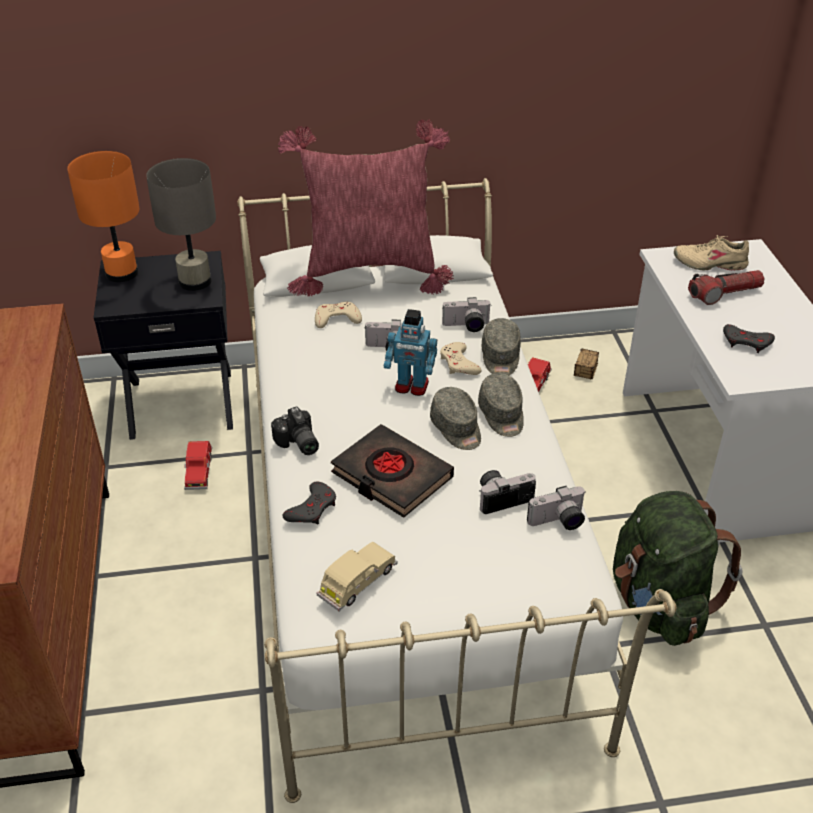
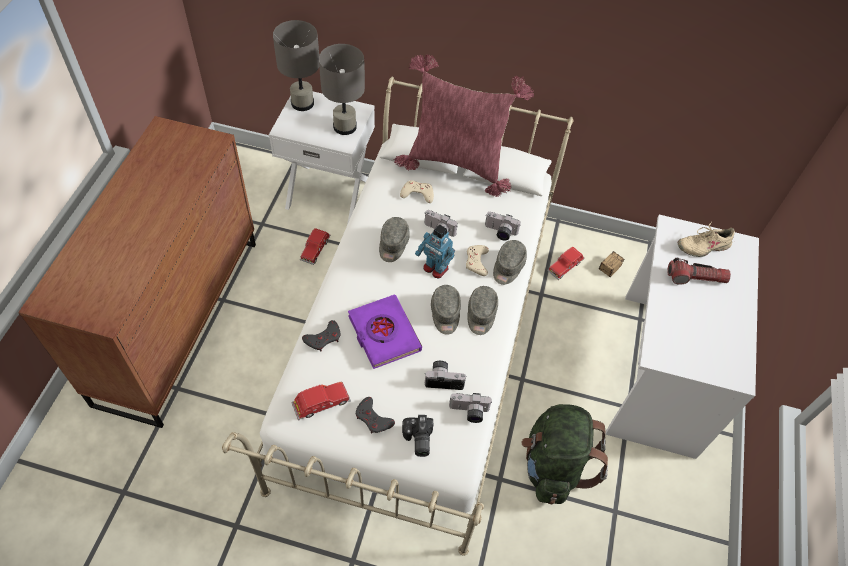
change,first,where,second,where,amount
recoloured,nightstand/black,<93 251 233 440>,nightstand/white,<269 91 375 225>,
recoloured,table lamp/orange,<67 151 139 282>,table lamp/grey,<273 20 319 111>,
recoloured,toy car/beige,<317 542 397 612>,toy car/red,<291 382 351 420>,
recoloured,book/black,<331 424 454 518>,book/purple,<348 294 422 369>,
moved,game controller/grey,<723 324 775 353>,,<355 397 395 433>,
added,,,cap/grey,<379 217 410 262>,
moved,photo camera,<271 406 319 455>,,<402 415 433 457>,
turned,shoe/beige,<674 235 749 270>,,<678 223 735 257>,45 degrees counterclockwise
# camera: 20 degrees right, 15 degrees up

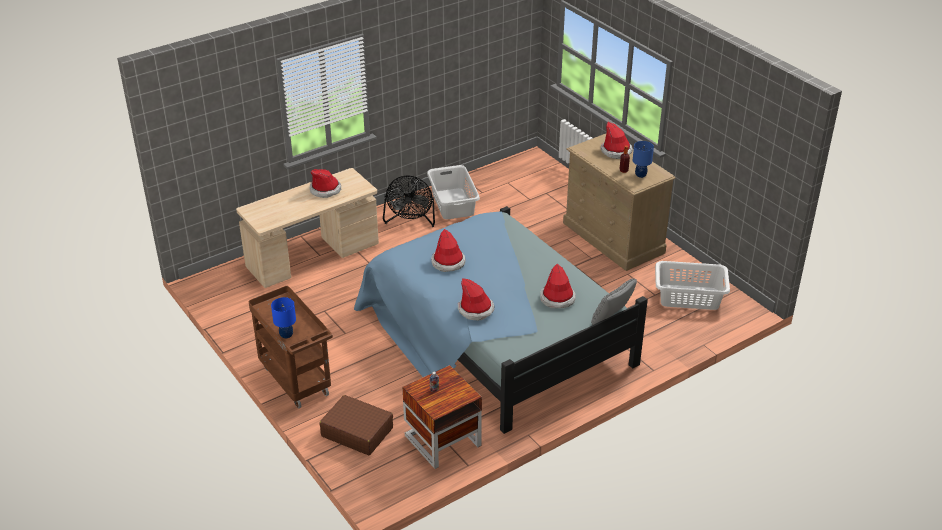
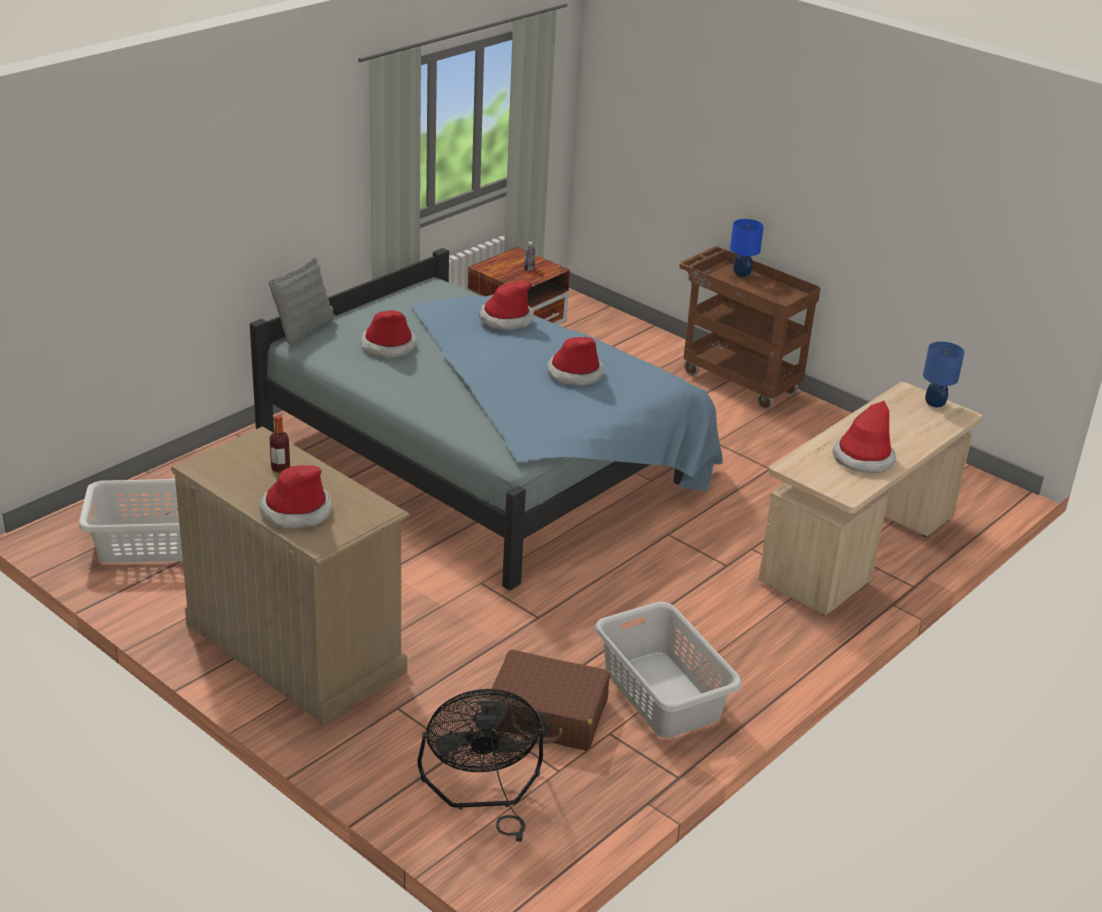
change,first,where,second,where,amount
moved,fan/black,<383 176 435 227>,,<417 689 545 842>,
moved,suitcase/brown,<320 395 393 455>,,<487 649 610 751>,
moved,table lamp/blue,<633 141 654 178>,,<923 341 964 407>,
# camera: 165 degrees right, 5 degrees down

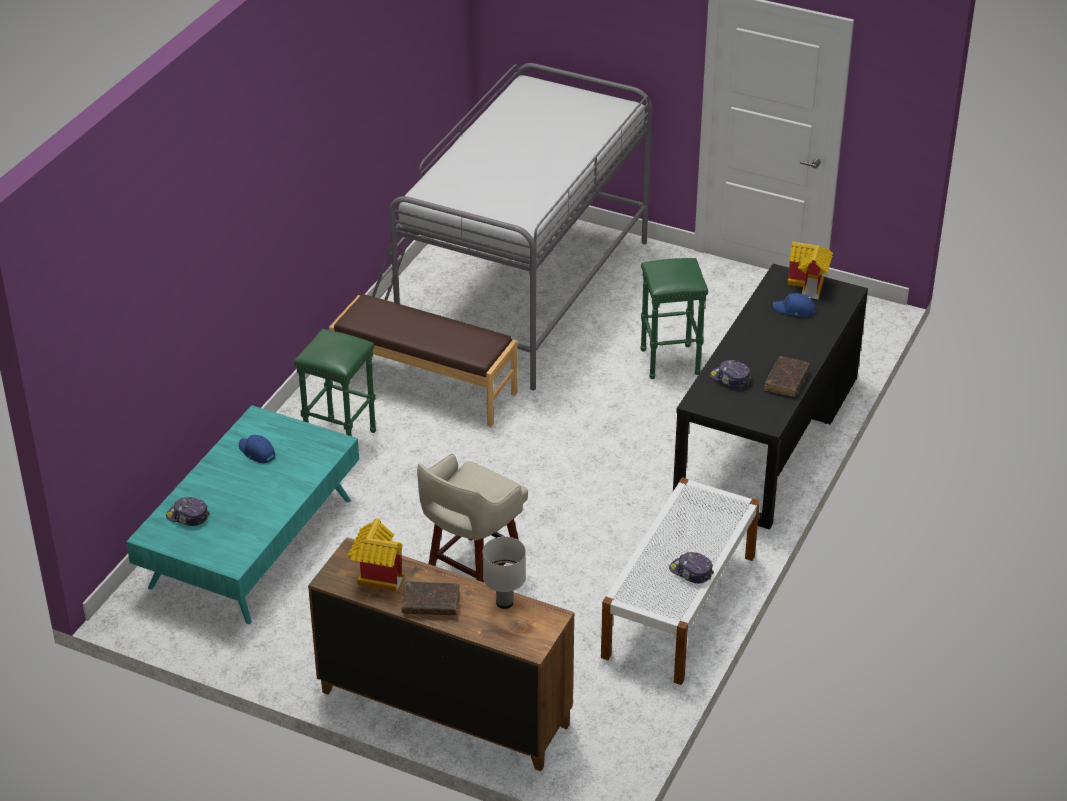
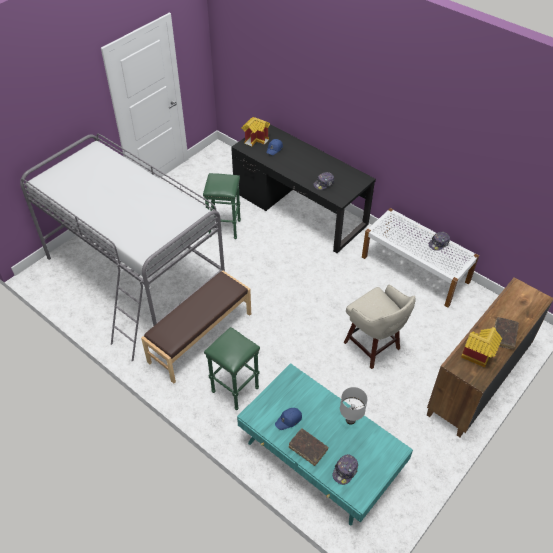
change,first,where,second,where,amount
moved,book/brown,<764 356 810 397>,,<289 428 328 466>,
moved,table lamp/white,<483 537 526 609>,,<340 387 368 425>,
# camera: 75 degrees left, 10 degrees up

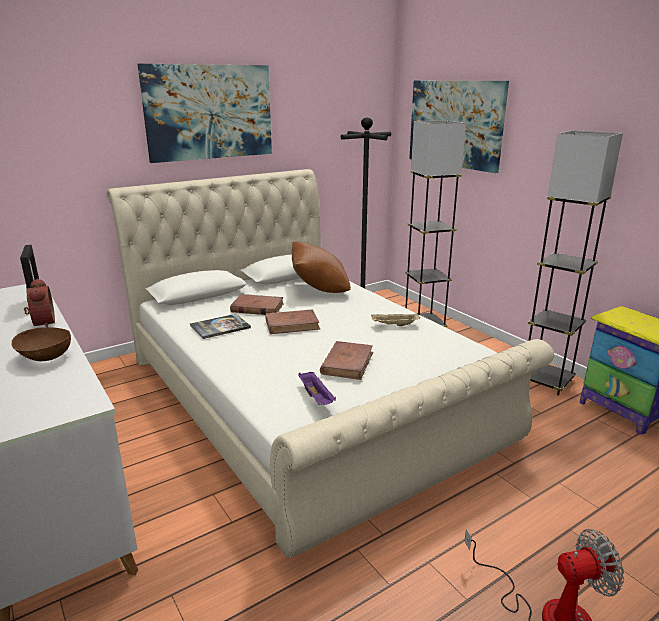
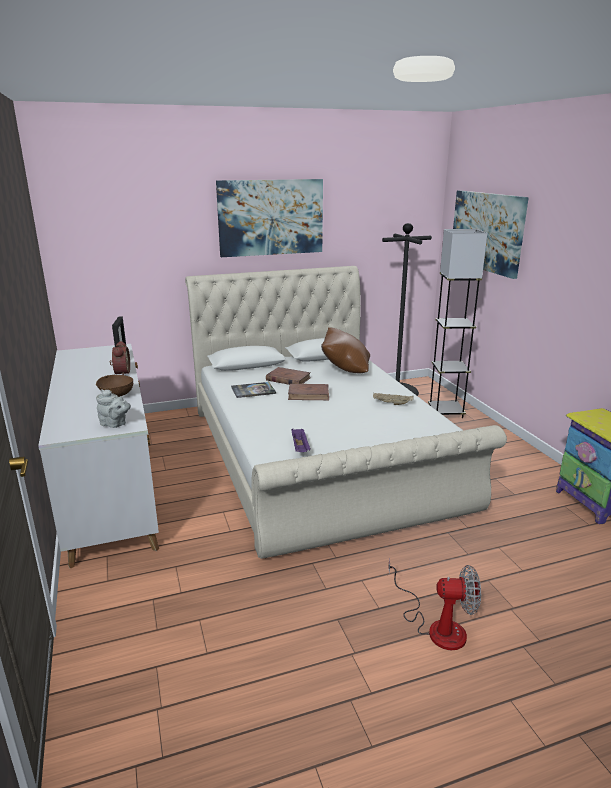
change,first,where,second,where,amount
added,,,teapot/grey,<96 389 131 428>,
removed,book/brown,<320 341 373 380>,,,
removed,floor lamp/grey,<528 130 623 395>,,,
# camera: 15 degrees right, 0 degrees up

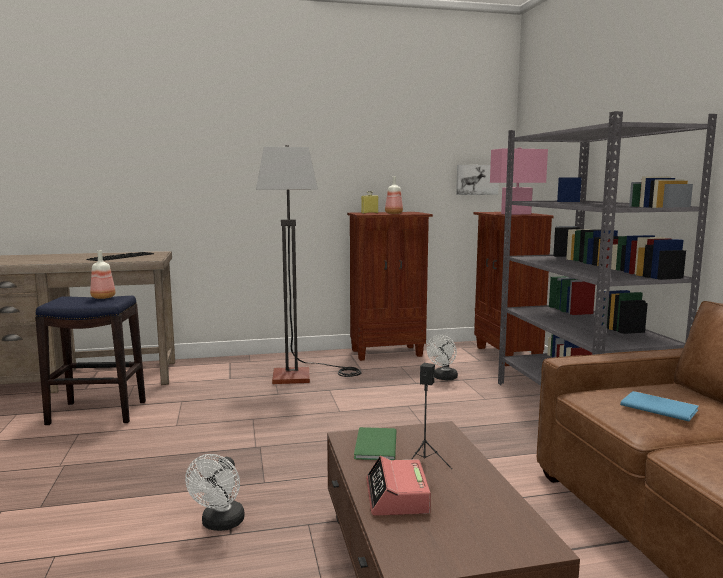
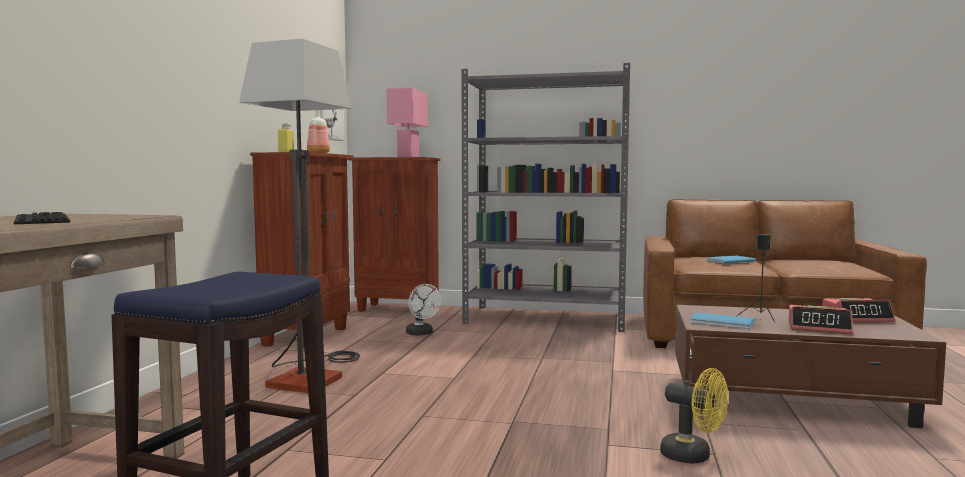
change,first,where,second,where,amount
recoloured,fan/white,<185 454 245 531>,fan/yellow,<660 368 728 464>,
recoloured,book/green,<354 427 396 460>,book/blue,<690 312 755 329>,
added,,,alarm clock,<823 298 895 322>,
removed,bottle,<90 251 116 299>,,,
# camera: 65 degrees left, 5 degrees down

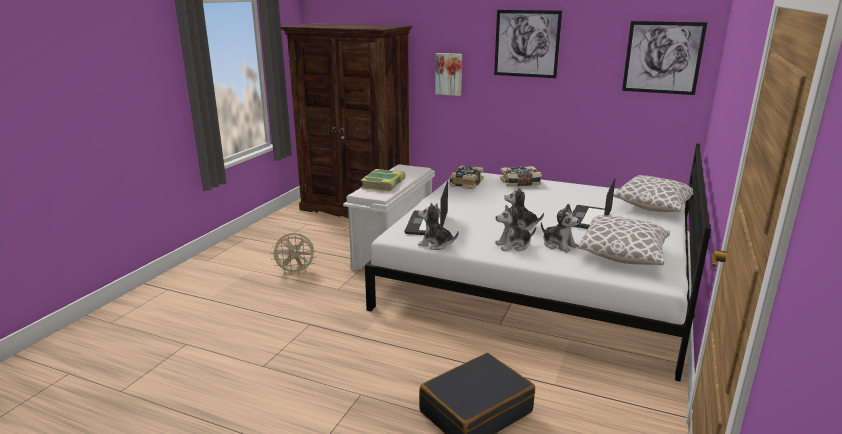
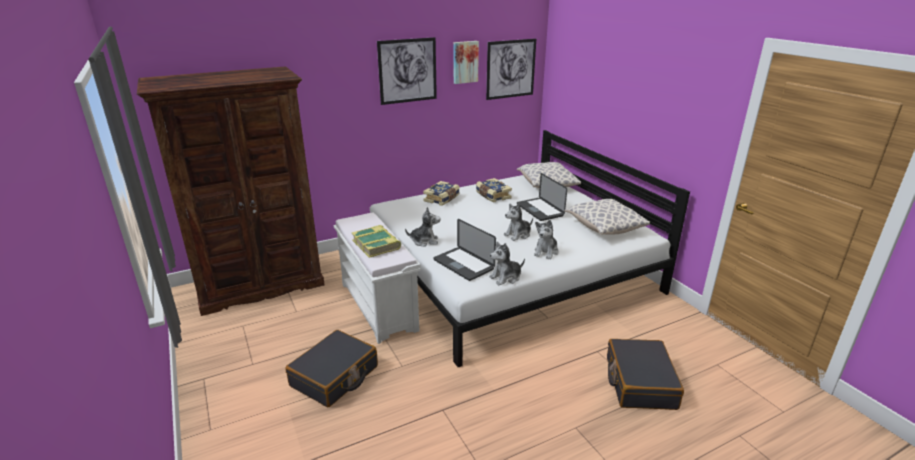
change,first,where,second,where,amount
replaced,fan/beige,<271 233 316 275>,suitcase/black,<285 330 378 407>,
moved,plush toy,<541 203 579 252>,,<405 207 441 246>,
moved,picture,<435 53 462 96>,,<454 41 479 84>,
moved,book,<449 165 484 189>,,<476 178 512 203>,
# camera: 50 degrees left, 5 degrees up

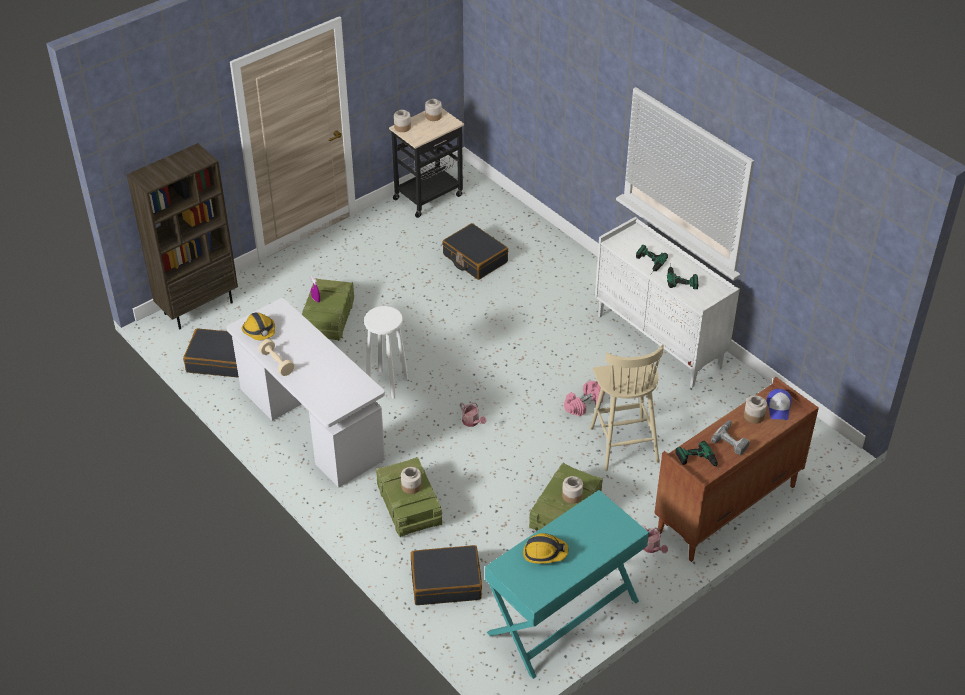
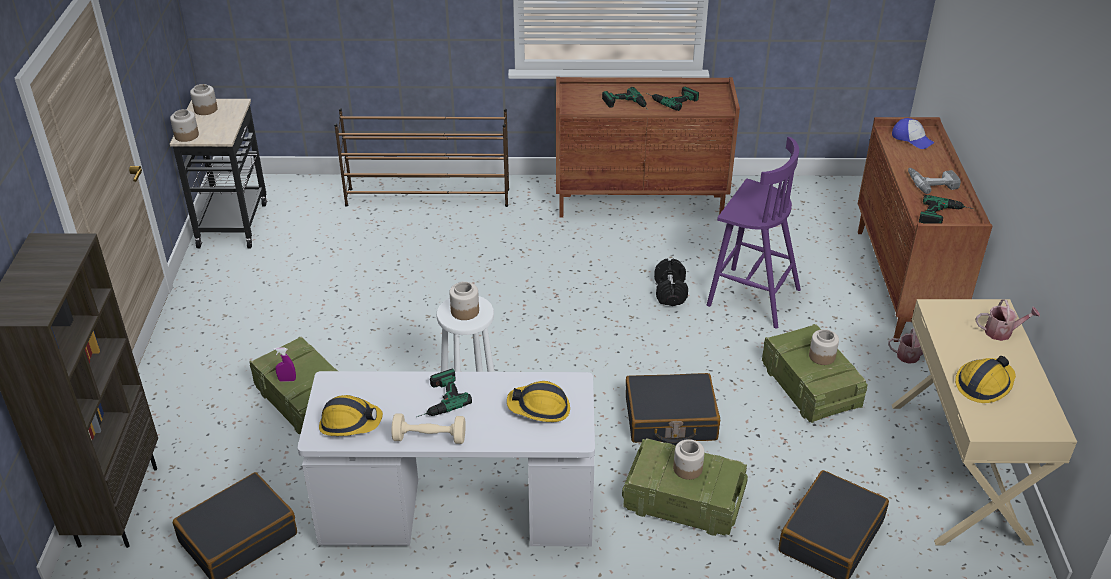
change,first,where,second,where,amount
added,,,shoe rack/brown,<334 108 509 207>,
added,,,power drill,<416 369 472 417>,
moved,jar,<744 396 767 424>,,<449 282 479 320>,
added,,,hard hat,<507 381 570 422>,
recoloured,cabinet/white,<595 217 740 388>,cabinet/brown,<556 77 740 218>,
moved,suitcase/black,<442 223 508 280>,,<626 373 720 445>,
recoloured,dumbbell/pink,<564 381 605 416>,dumbbell/black,<654 259 688 306>,
recoloured,stool/beige,<590 344 664 471>,stool/purple,<707 137 801 329>,
recoloured,desk/turquoise,<485 490 649 679>,desk/beige,<892 299 1077 545>,
moved,watering can,<460 402 486 427>,,<975 300 1040 341>,
# camera: 50 degrees left, 5 degrees down

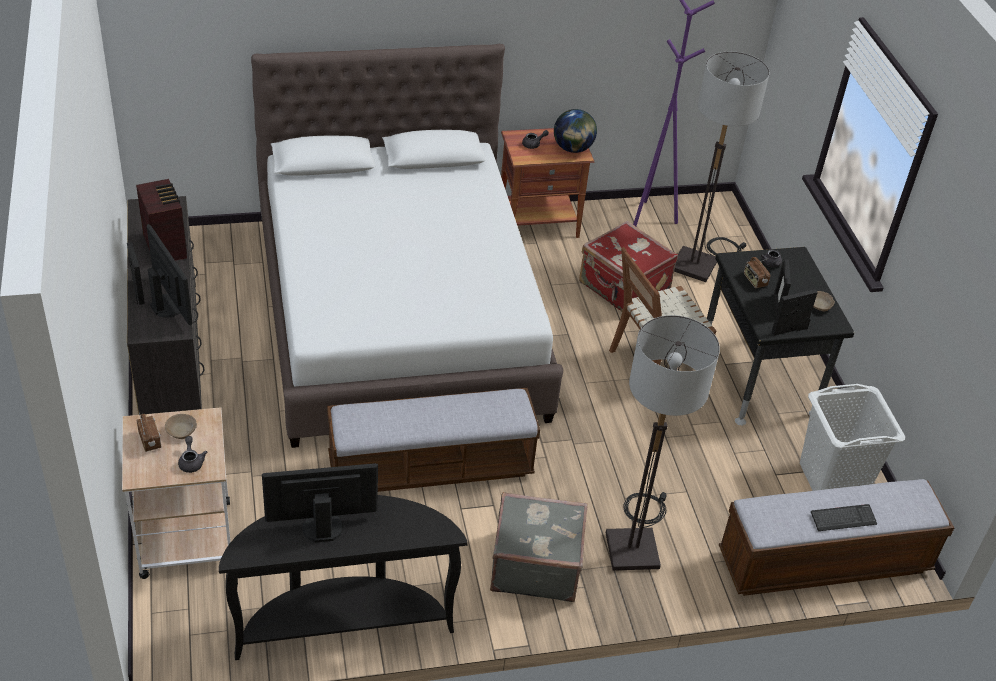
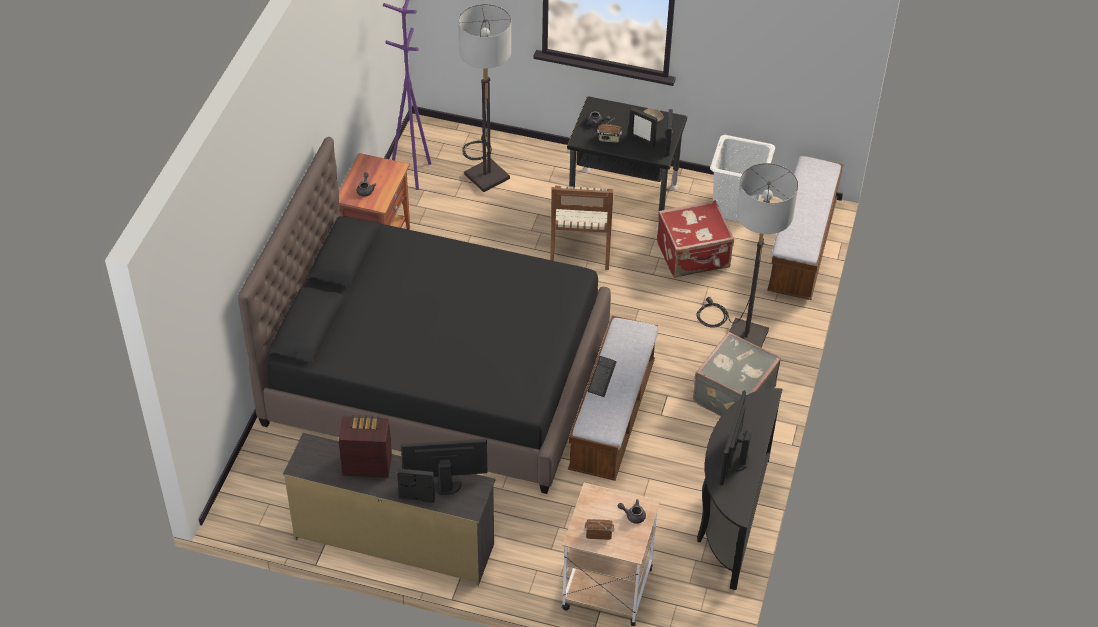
change,first,where,second,where,amount
recoloured,bed/white,<251 44 563 448>,bed/black,<238 137 611 494>,
moved,keyboard,<811 504 877 531>,,<588 356 617 397>,
moved,suitcase/red,<579 221 678 312>,,<657 200 734 278>,
removed,bowl/beige,<165 414 197 439>,,,
removed,globe,<554 109 597 153>,,,
# camera: 60 degrees left, 5 degrees up

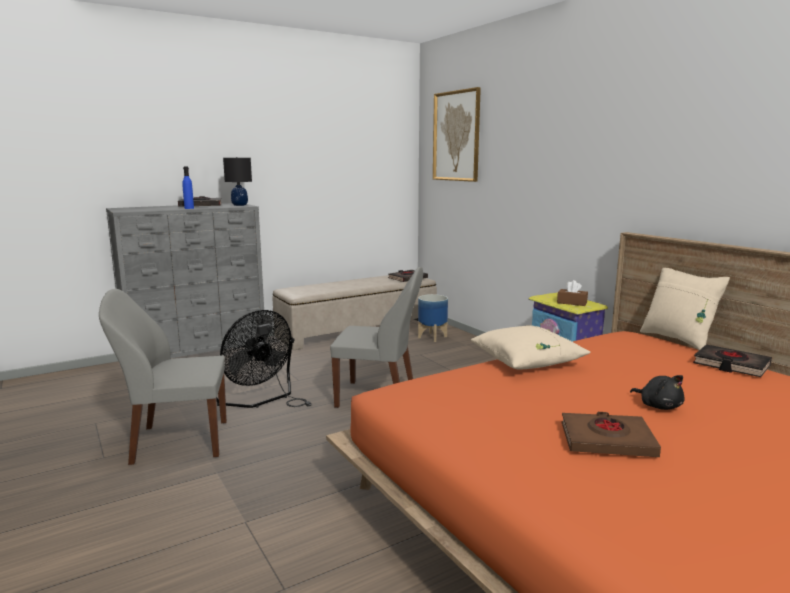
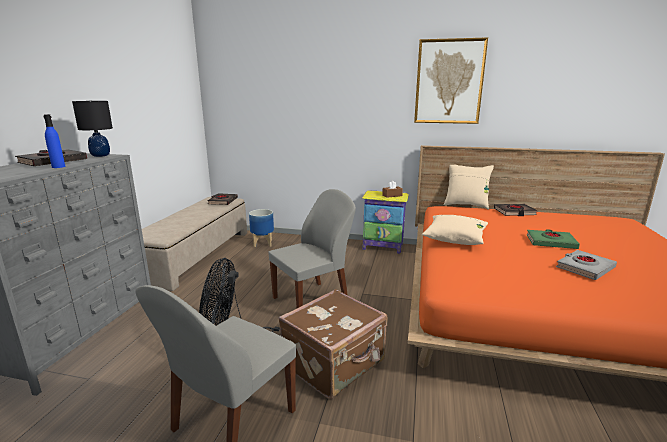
change,first,where,second,where,amount
added,,,suitcase/brown,<279 289 388 399>,
moved,picture,<433 87 481 182>,,<414 37 488 124>,
replaced,plush toy/black,<630 375 685 410>,book/green,<526 229 580 249>,
recoloured,book/brown,<561 412 661 457>,book/grey,<556 250 617 280>,
# camera: 45 degrees left, 5 degrees up

